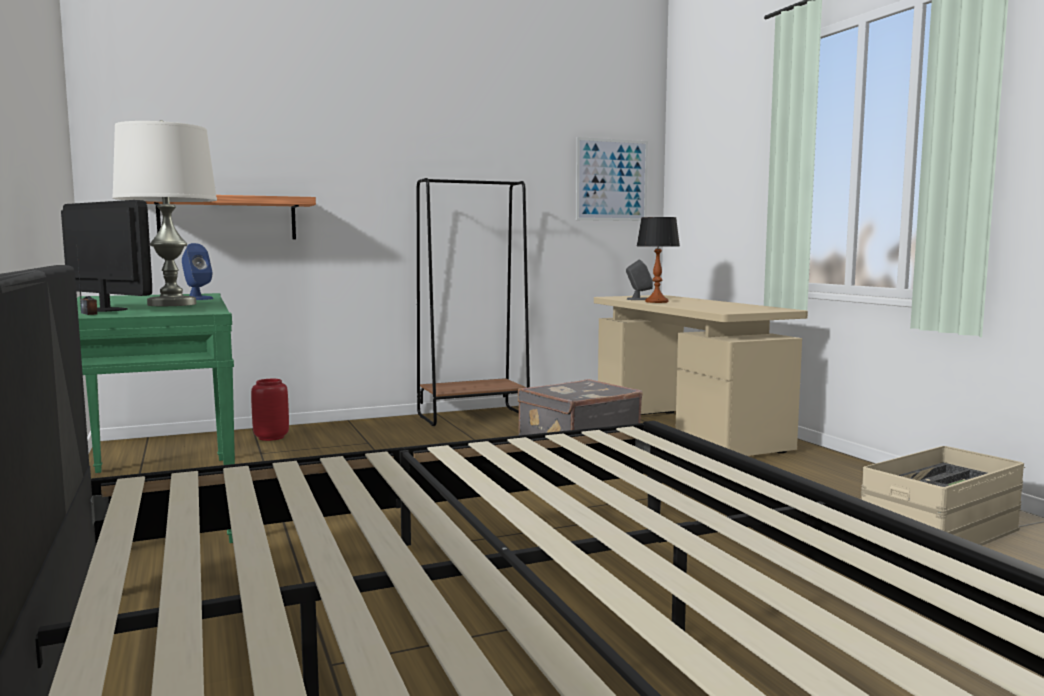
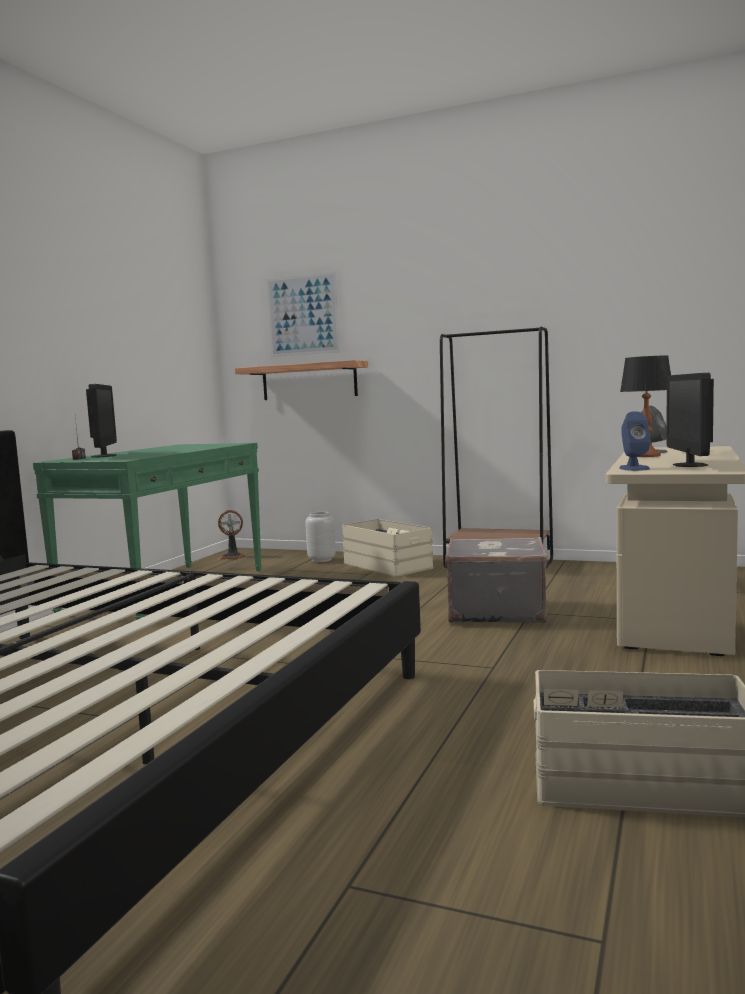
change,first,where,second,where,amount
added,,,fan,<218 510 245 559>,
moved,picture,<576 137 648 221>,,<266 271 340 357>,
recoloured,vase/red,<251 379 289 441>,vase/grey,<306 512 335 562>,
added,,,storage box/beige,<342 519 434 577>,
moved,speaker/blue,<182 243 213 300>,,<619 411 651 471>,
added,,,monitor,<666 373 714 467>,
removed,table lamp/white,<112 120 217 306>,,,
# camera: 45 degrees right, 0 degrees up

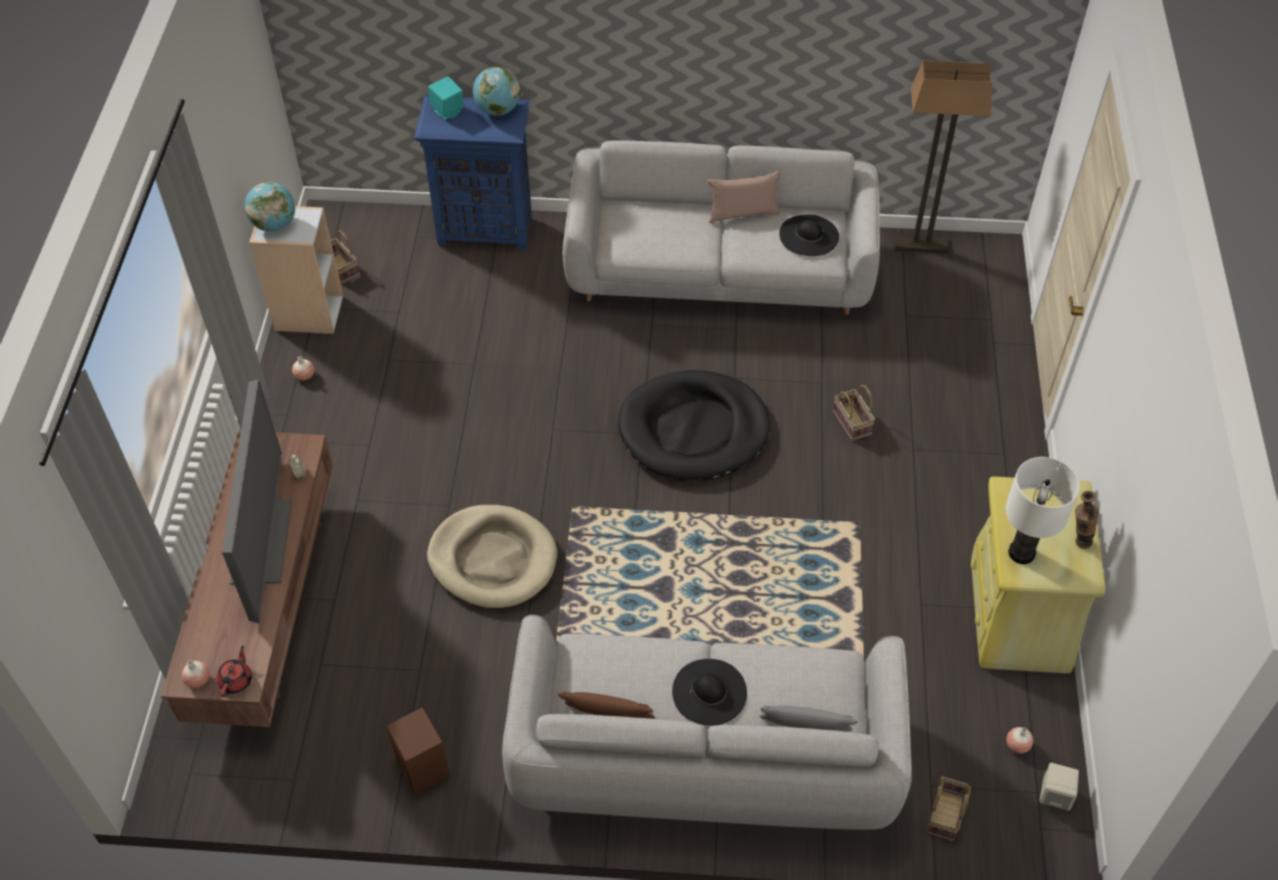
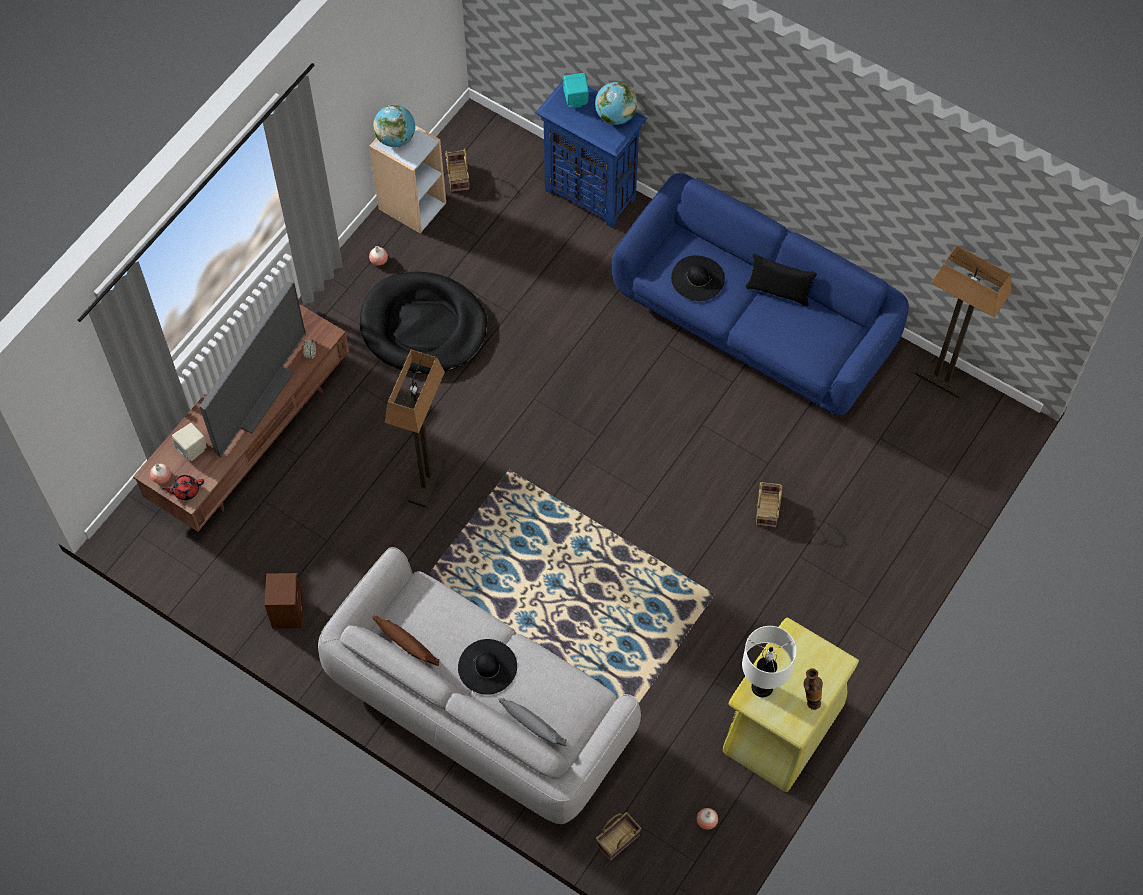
change,first,where,second,where,amount
turned,teapot/red,<217 645 252 697>,,<162 475 204 500>,150 degrees counterclockwise
moved,speaker/beige,<1040 763 1079 811>,,<172 423 206 461>,
moved,dog bed/black,<618 370 771 482>,,<360 271 488 374>,
replaced,dog bed/beige,<427 505 557 609>,floor lamp,<385 350 445 508>,
recoloured,sofa/grey,<563 140 880 315>,sofa/blue,<612 173 909 415>,
moved,hat/black,<779 215 839 256>,,<671 255 725 301>,
recoloured,pillow/beige,<708 171 780 224>,pillow/black,<746 254 817 306>,
# camera: 30 degrees right, 10 degrees up

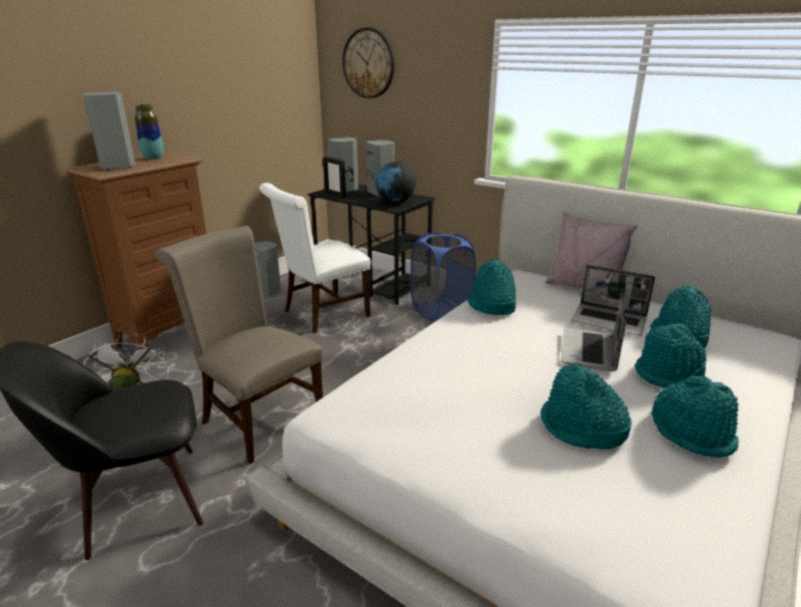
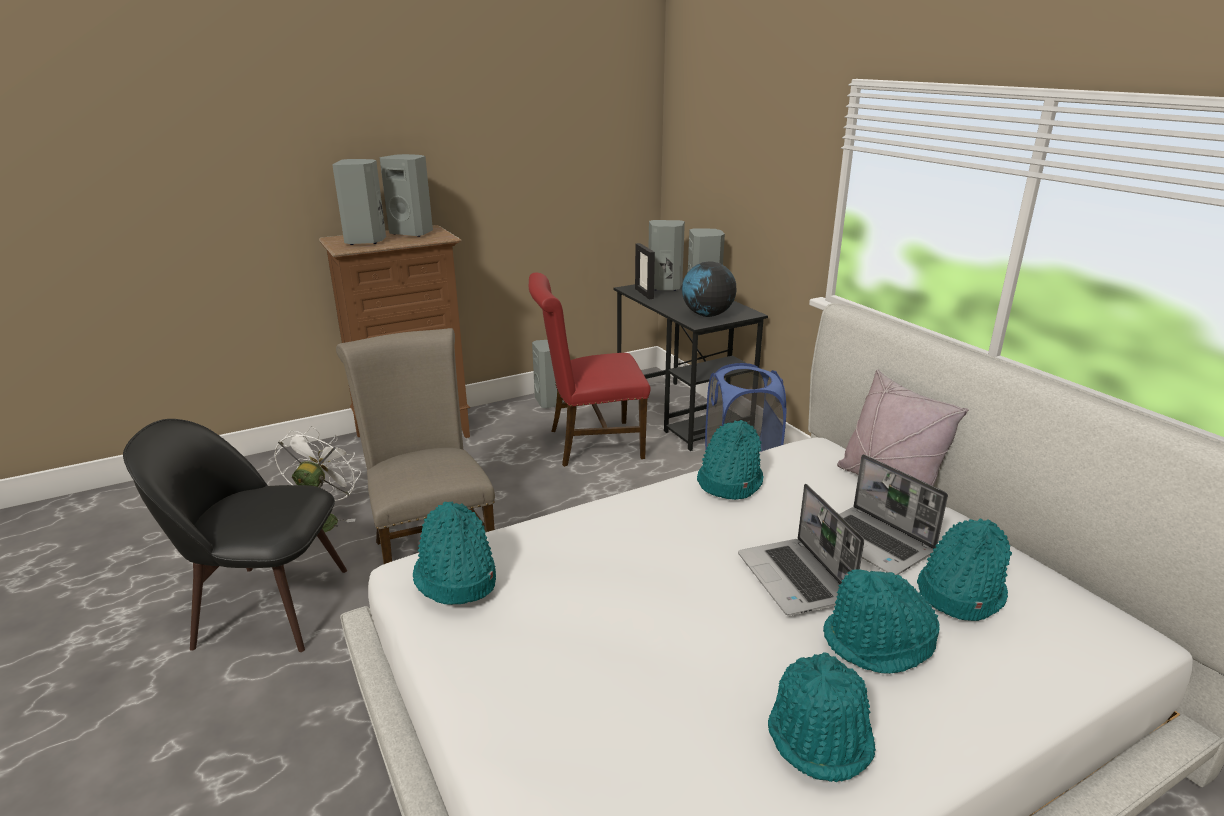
change,first,where,second,where,amount
replaced,vase,<135 105 164 159>,speaker/grey,<380 154 433 237>,
moved,hat/turquoise,<541 364 632 450>,,<413 501 496 605>,
recoloured,chair/white,<259 183 371 334>,chair/red,<529 273 651 467>,
turned,laptop,<561 293 626 371>,,<738 484 864 616>,60 degrees counterclockwise
removed,wall clock,<342 28 395 98>,,,
# camera: 25 degrees right, 0 degrees up

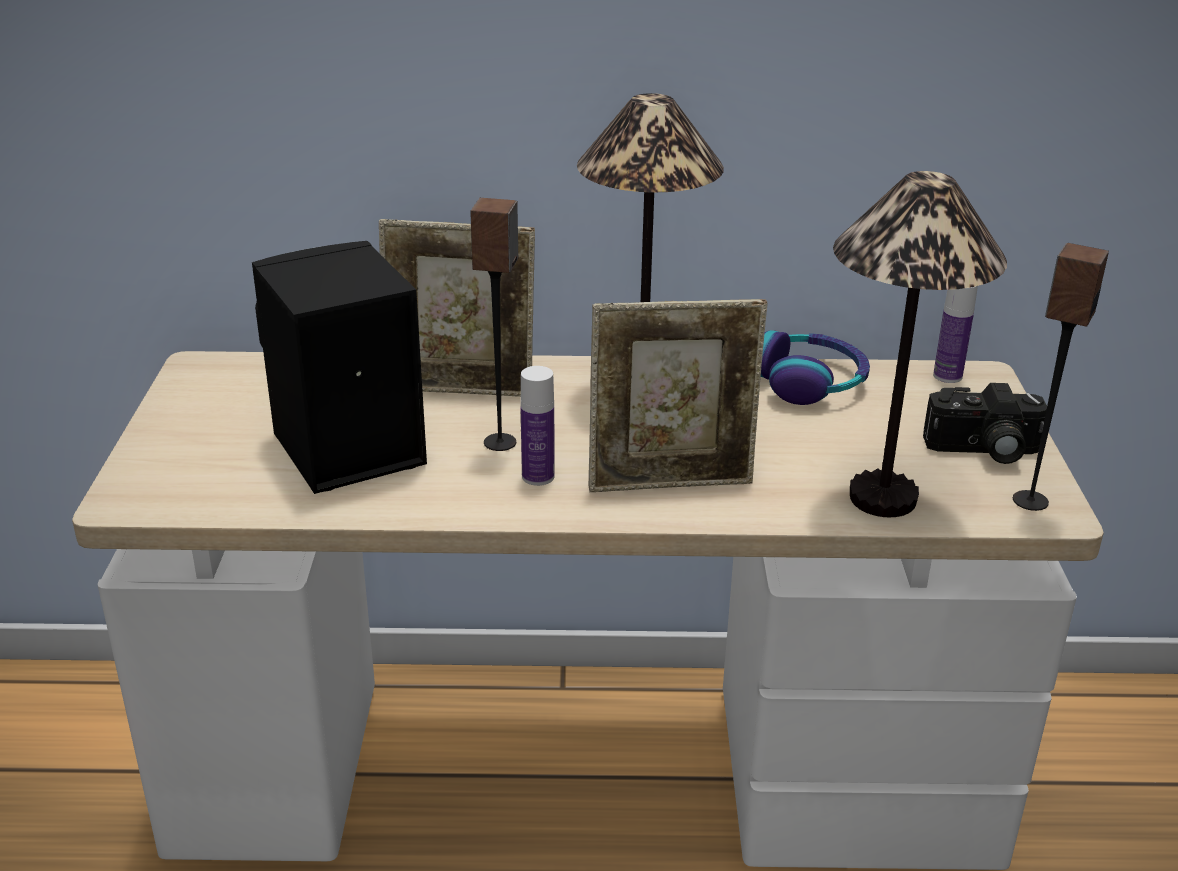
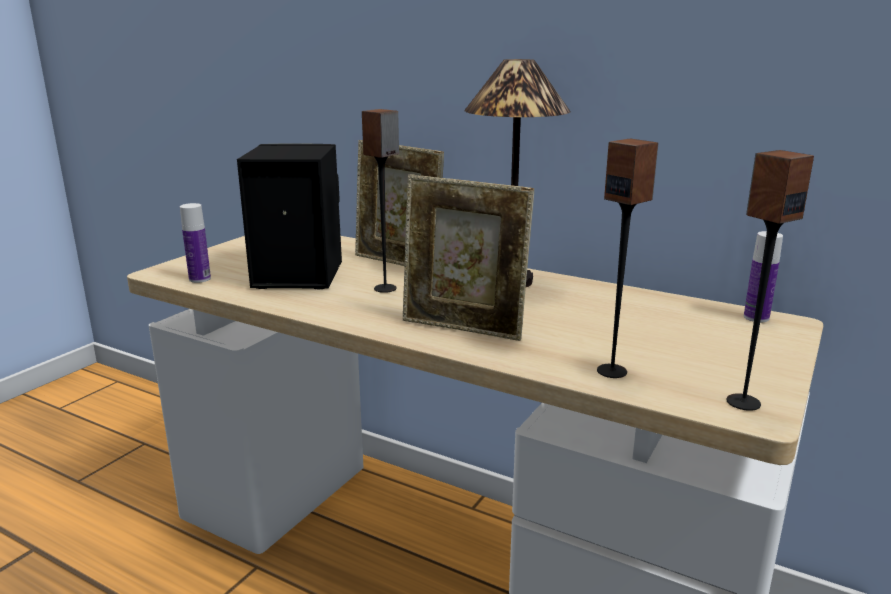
change,first,where,second,where,amount
moved,bottle,<520 366 554 486>,,<180 203 211 283>,
replaced,table lamp,<833 171 1007 517>,speaker,<597 139 658 378>,
removed,headphones,<761 330 870 405>,,,
removed,photo camera,<923 383 1047 464>,,,
# camera: 30 degrees right, 10 degrees down

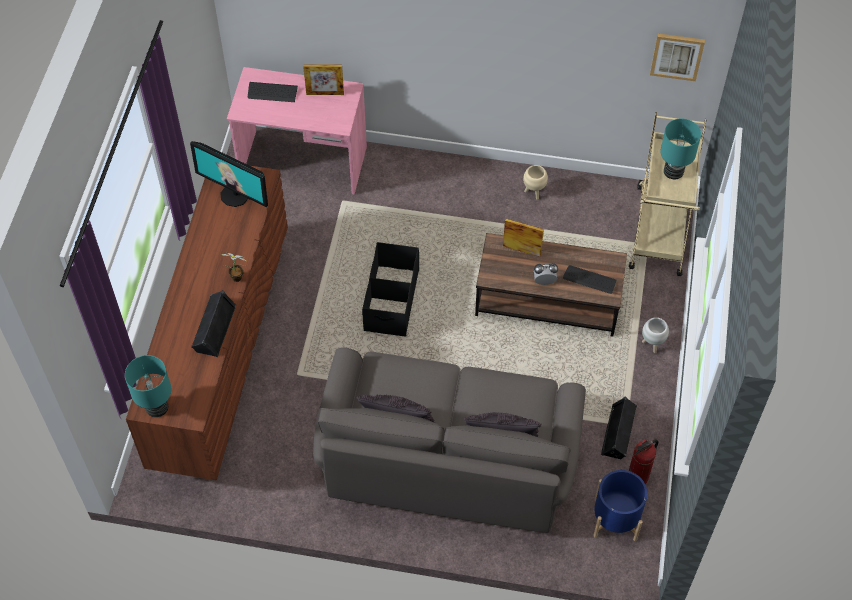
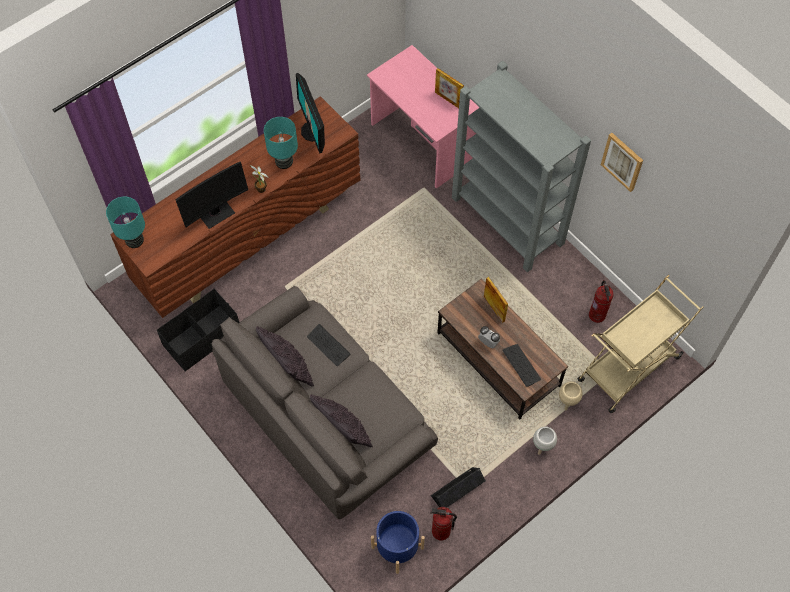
change,first,where,second,where,amount
moved,storage box/black,<362 242 419 337>,,<157 289 239 372>,
replaced,speaker/black,<191 290 236 357>,monitor,<175 162 248 229>,
moved,table lamp/turquoise,<660 118 701 179>,,<264 117 298 169>,
moved,keyboard,<248 82 298 102>,,<307 324 350 366>,
added,,,bookcase/grey,<452 61 591 272>,
moved,planter/beige,<523 165 548 200>,,<559 382 583 410>,
added,,,fire extinguisher,<589 280 614 323>,
moved,picture,<650 34 705 81>,,<601 133 643 192>,
# camera: 40 degrees right, 5 degrees up

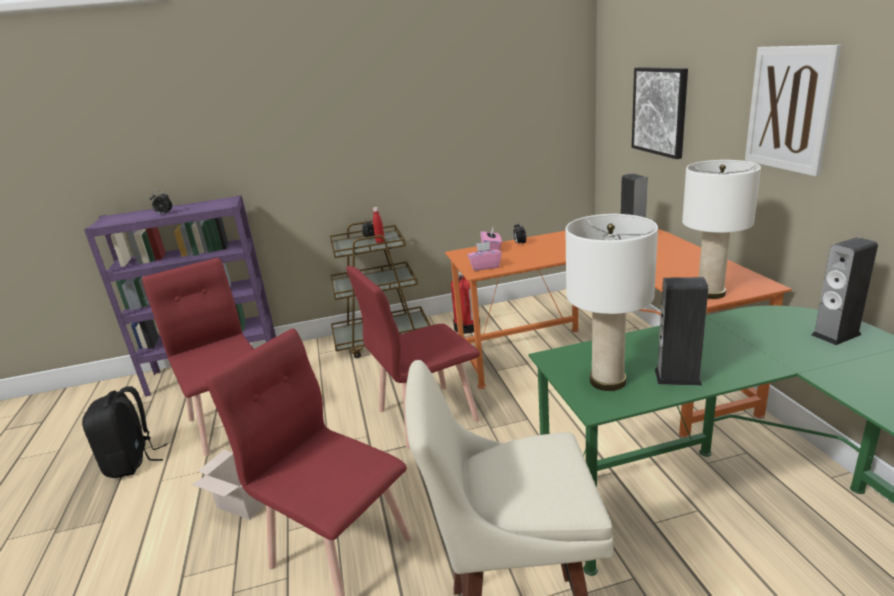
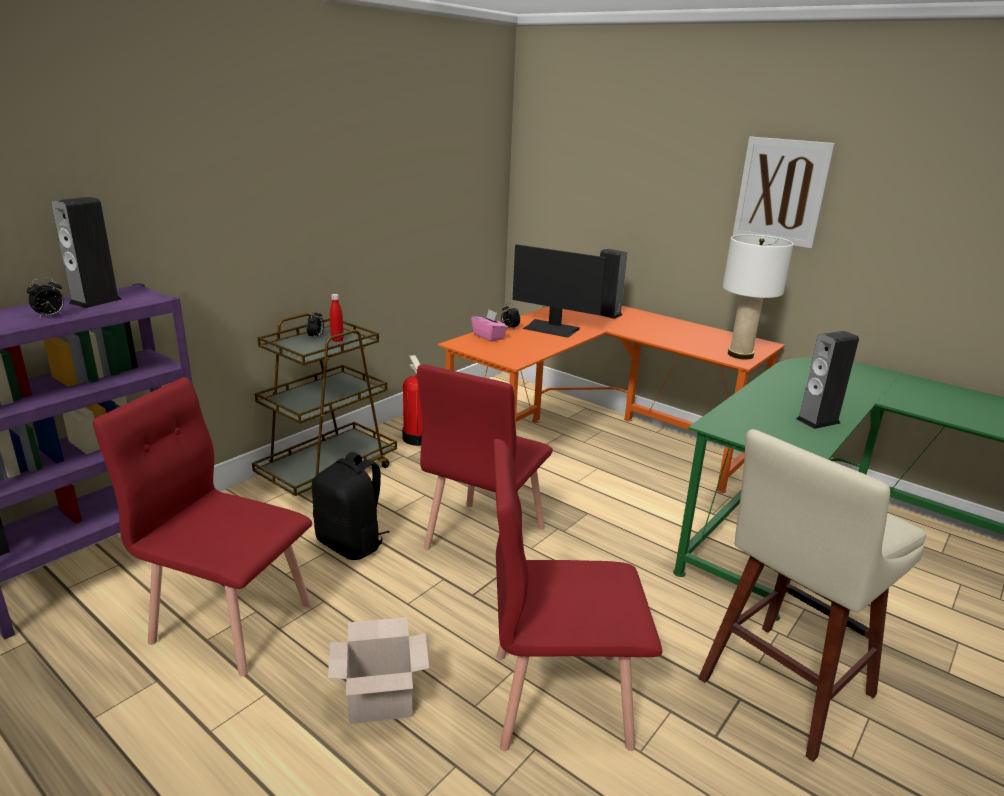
change,first,where,second,where,amount
moved,speaker,<811 237 878 345>,,<51 197 122 308>,
moved,backpack/black,<82 386 167 478>,,<312 452 390 560>,
added,,,monitor,<513 244 606 338>,
removed,tissue box/pink,<467 242 502 271>,,,
removed,table lamp/white,<565 214 658 391>,,,
removed,picture,<632 67 688 159>,,,
# camera: 40 degrees left, 0 degrees up

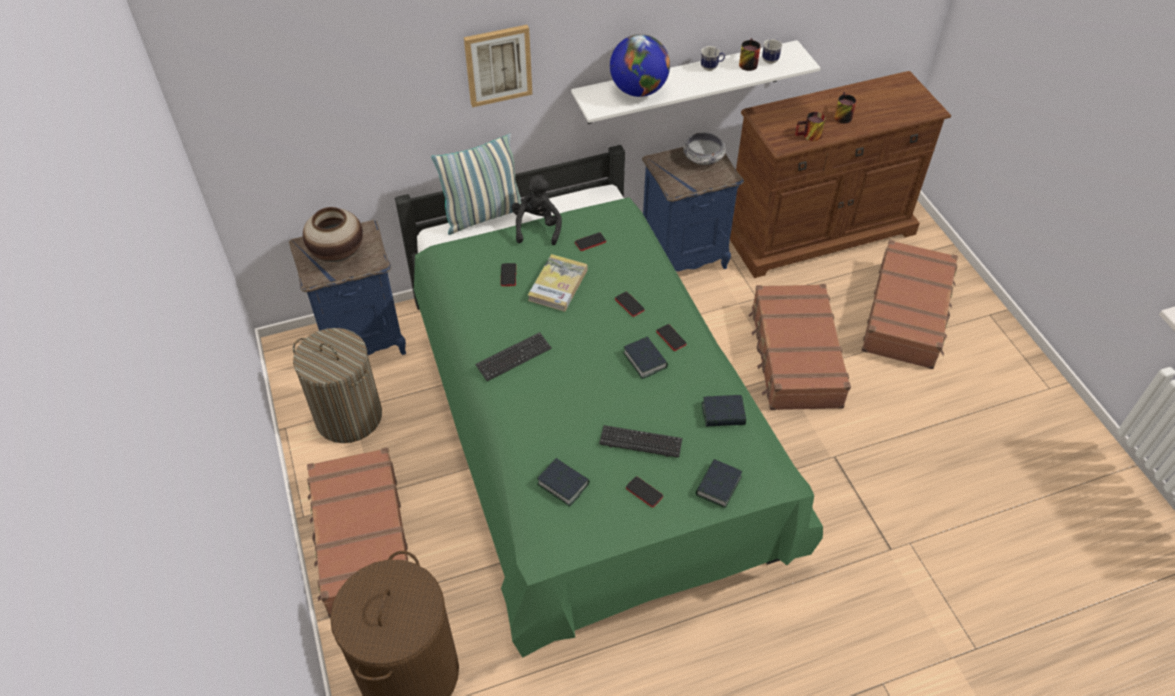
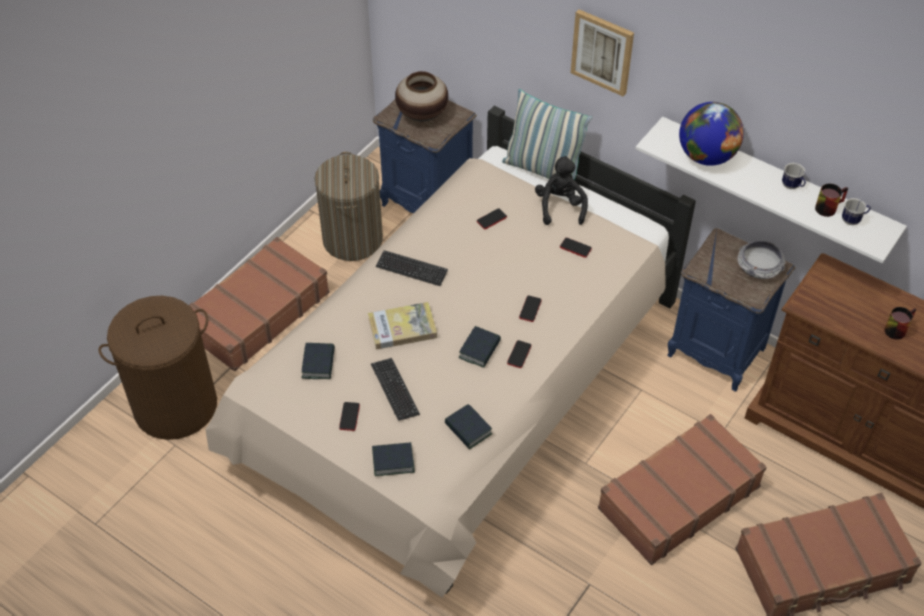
change,first,where,second,where,amount
recoloured,bed/green,<395 145 823 658>,bed/beige,<206 106 696 598>,
moved,book,<528 254 587 312>,,<368 302 437 350>,
turned,plush toy/black,<511 175 562 245>,,<535 156 588 225>,60 degrees counterclockwise
removed,mug,<795 112 826 141>,,,
# camera: 55 degrees right, 0 degrees up

